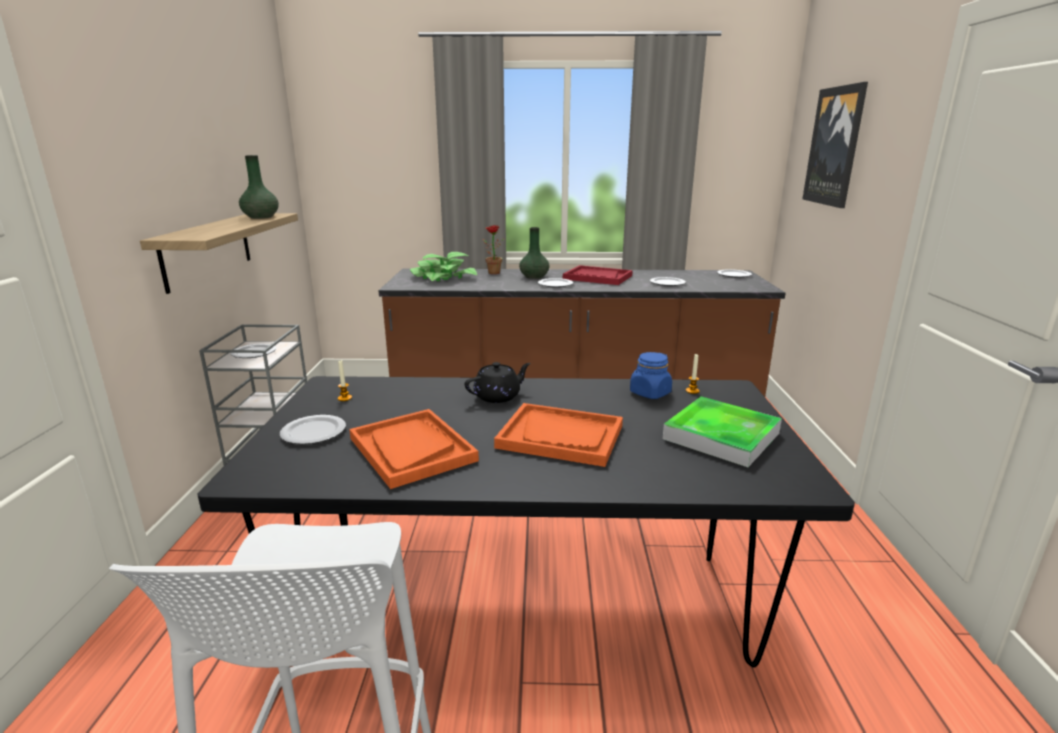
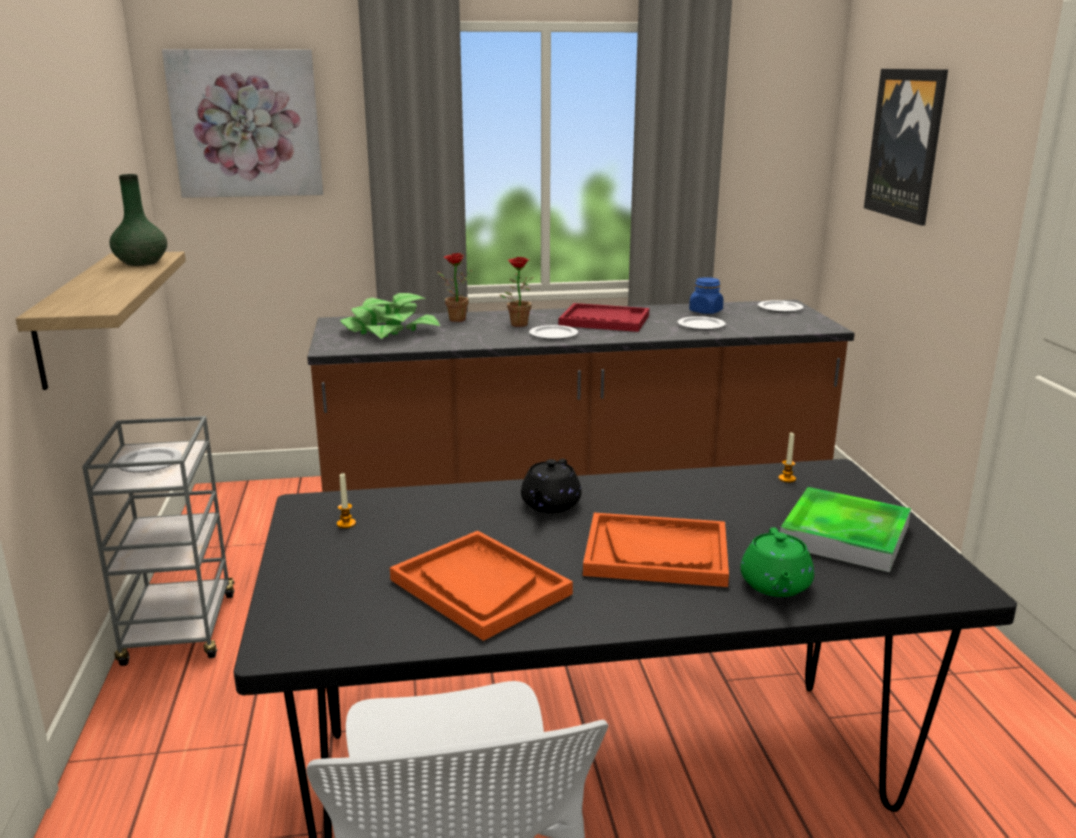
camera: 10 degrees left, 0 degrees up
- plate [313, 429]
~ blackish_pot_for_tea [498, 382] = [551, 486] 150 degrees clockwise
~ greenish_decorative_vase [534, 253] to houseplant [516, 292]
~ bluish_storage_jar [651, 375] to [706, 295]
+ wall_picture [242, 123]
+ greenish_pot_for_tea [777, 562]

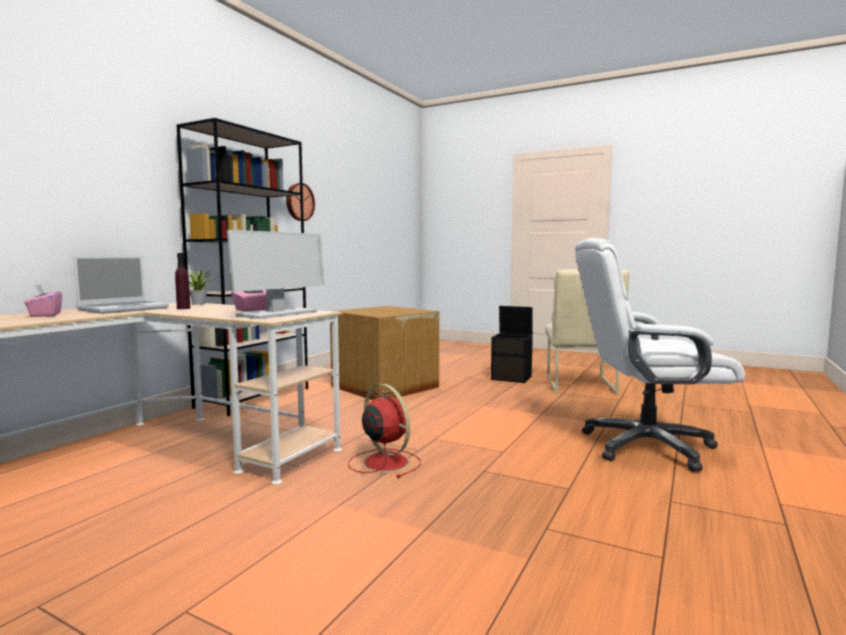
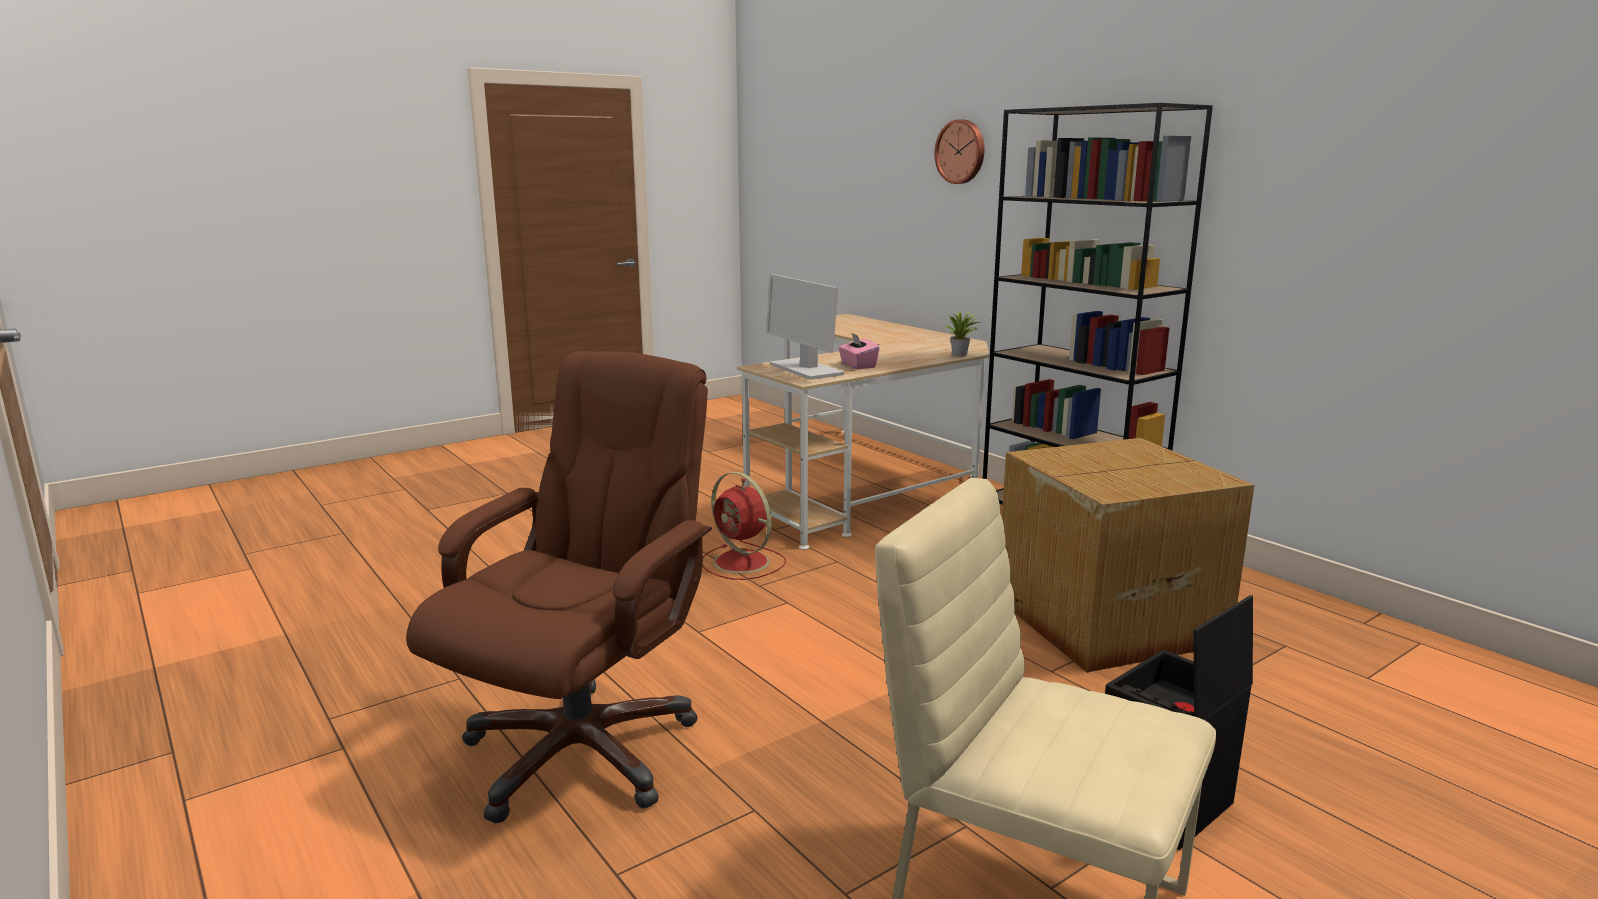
camera: 115 degrees right, 10 degrees up
- pinkish_box_of_tissues [43, 300]
- portable_computer [121, 285]
- purple-coloured_drink_bottle [182, 281]
~ clock_on_the_wall [300, 202] to [959, 151]
~ red-coloured_cooling_fan [384, 431] = [744, 526] 60 degrees clockwise
~ white-coloured_desk_chair [660, 355] to brown_desk_chair [559, 587]

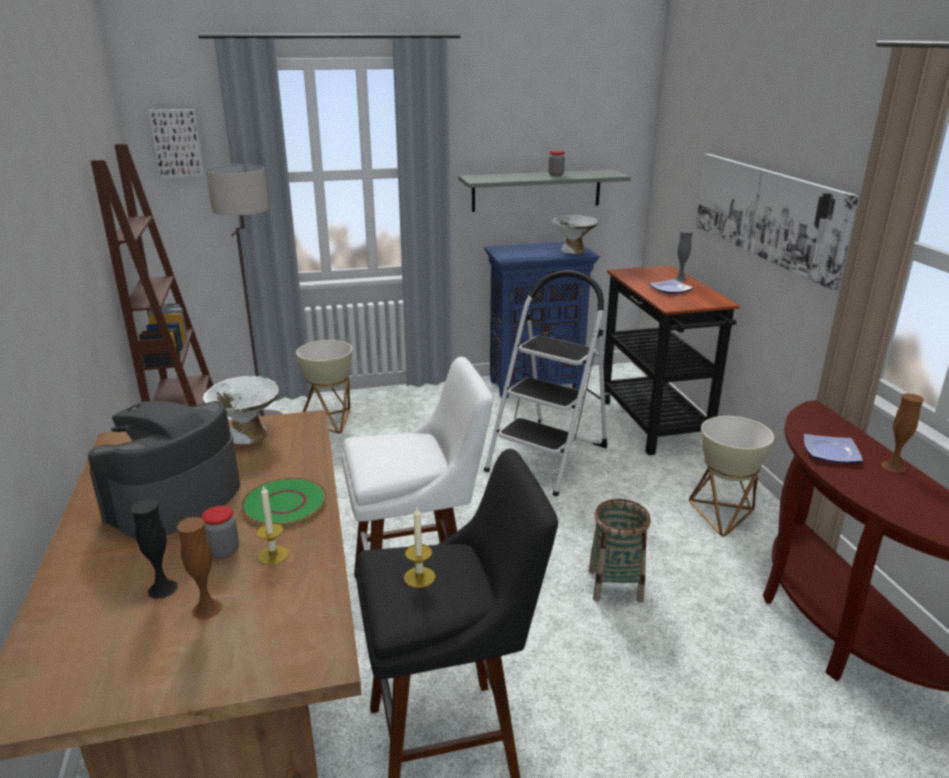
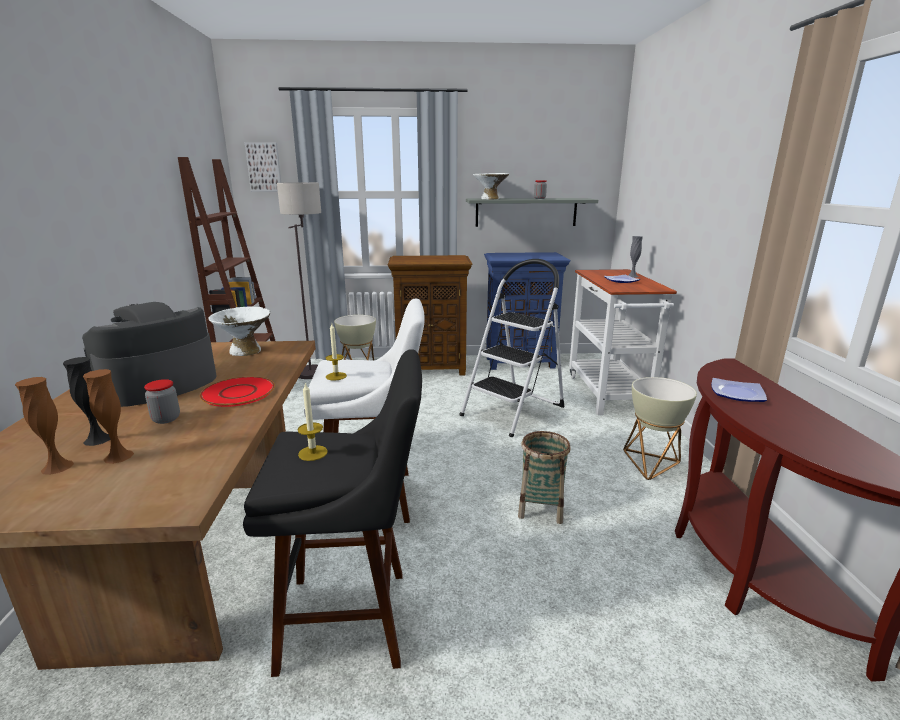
camera: 10 degrees right, 5 degrees down
~ greenish_plate [284, 502] to red-coloured_plate [237, 392]
~ wax_light [272, 525] to [336, 352]
~ white-coloured_bowl [575, 234] to [491, 186]
~ blackish_wheeled_cart [671, 360] to white-coloured_wheeled_cart [623, 342]
- wall_picture [777, 222]
~ brown_decorative_vase [902, 433] to [44, 426]
+ brown_cabinet [430, 315]

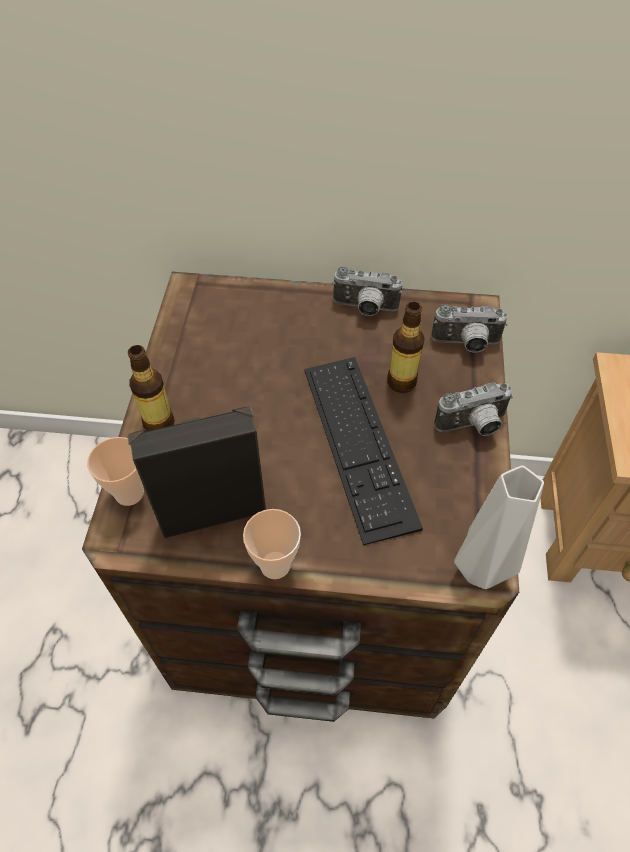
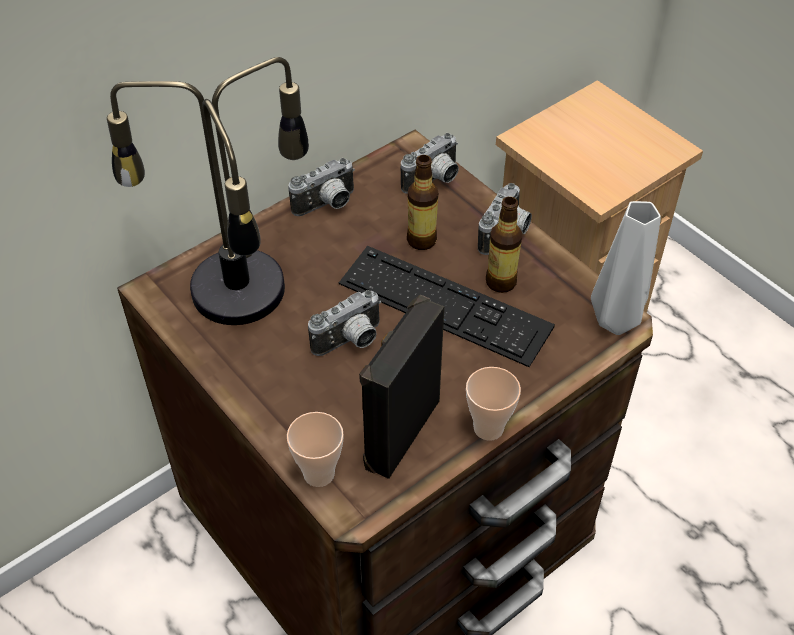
camera: 45 degrees left, 5 degrees down
~ drink_bottle [151, 388] to [504, 245]
+ tabletop_lamp [208, 191]
+ still_camera [344, 323]

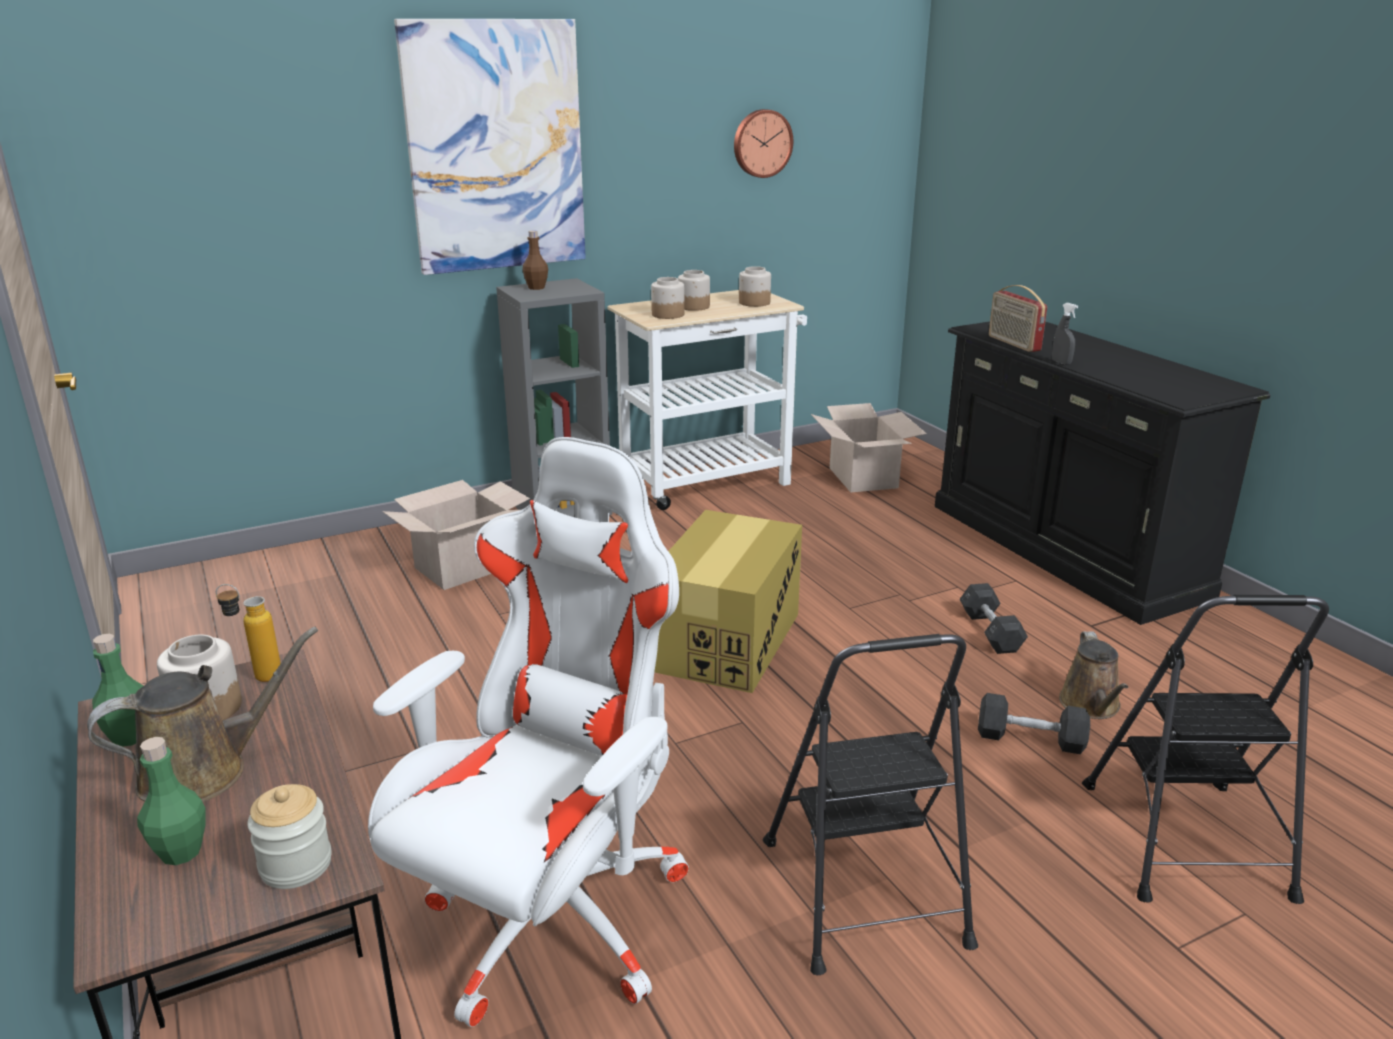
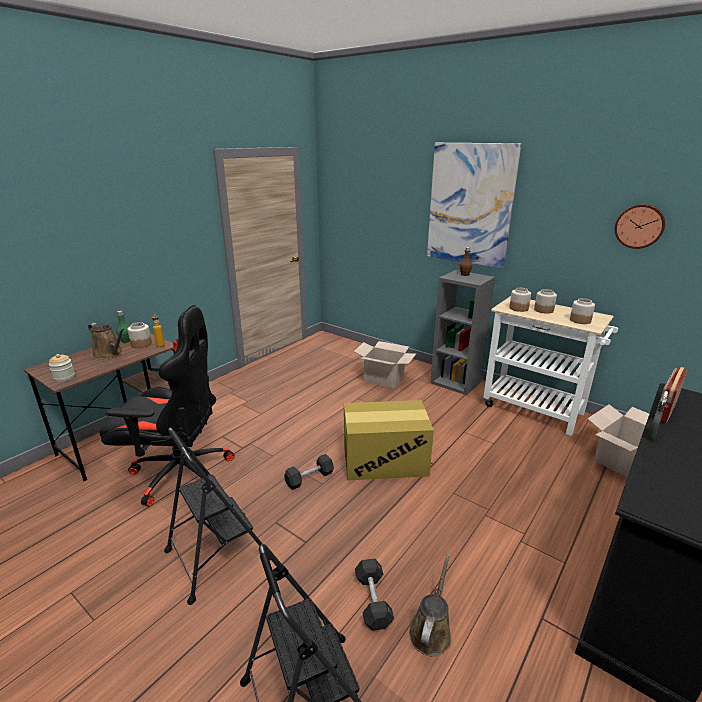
camera: 65 degrees right, 0 degrees up
- greenish_drink_bottle [171, 801]
~ white-coloured_desk_chair [528, 732] to blackish_desk_chair [167, 406]
~ greyish_dumbbell [993, 618] to [309, 472]
~ brown_watering_can [1093, 675] = [430, 604] 135 degrees clockwise

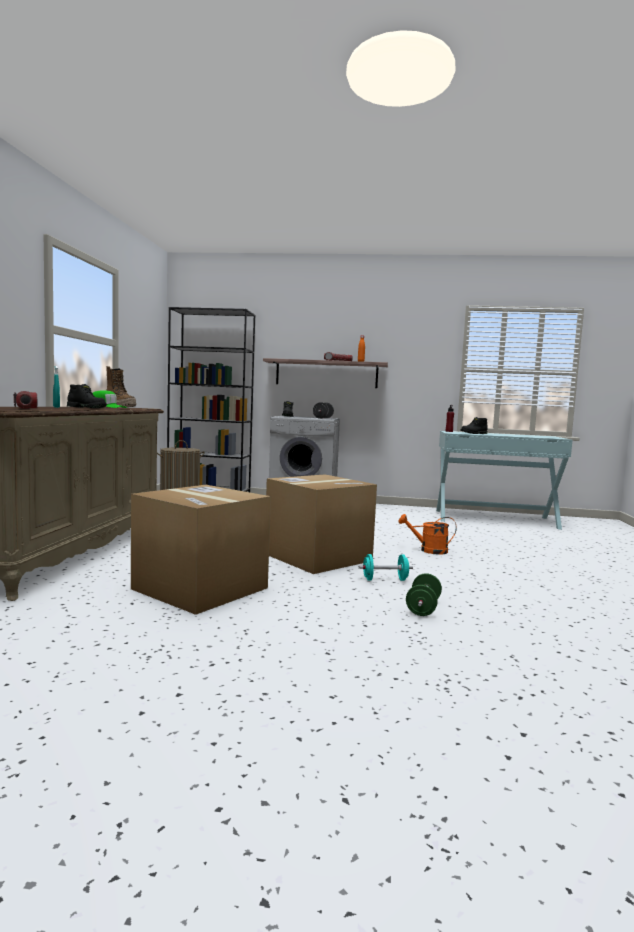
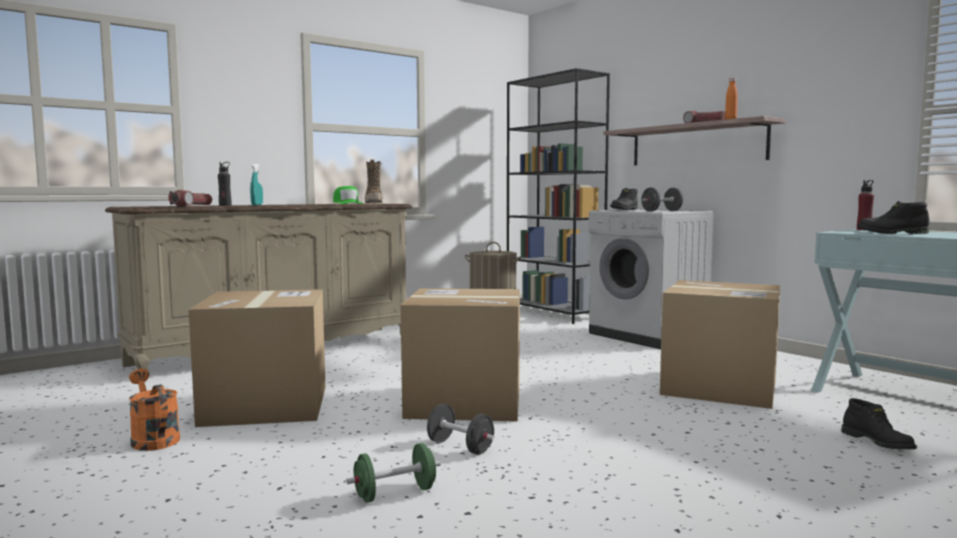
camera: 45 degrees right, 0 degrees up
~ blackish_tall_boot [87, 396] to [879, 423]
~ blue-green_dumbbell [386, 567] to blackish_dumbbell [460, 429]
~ orangey_watering_can [427, 534] to [154, 410]
+ blackish_drink_bottle [225, 184]
+ cardboard_box [720, 344]

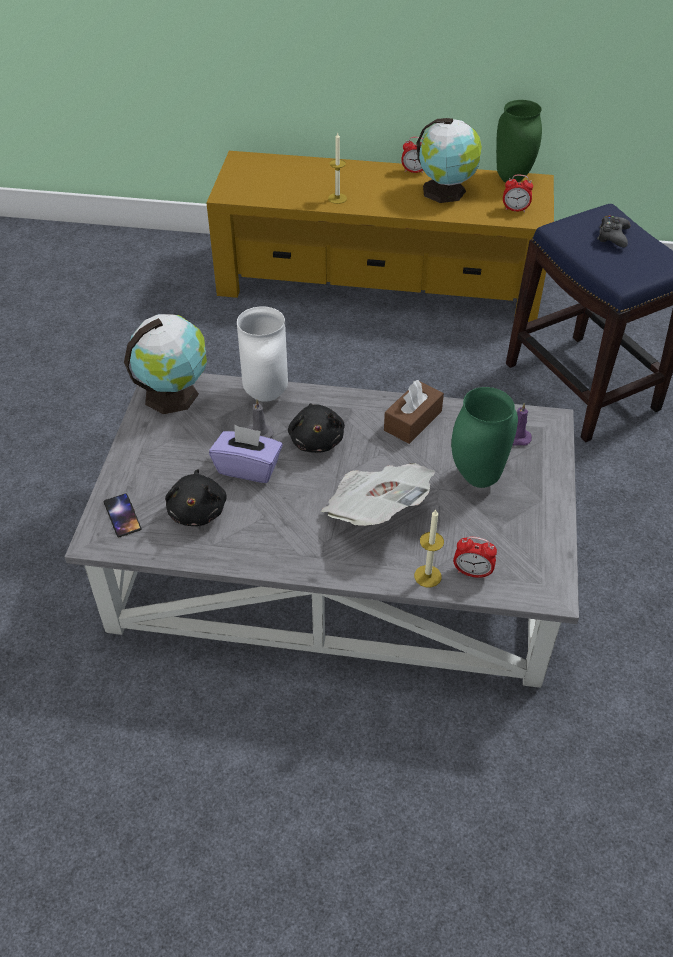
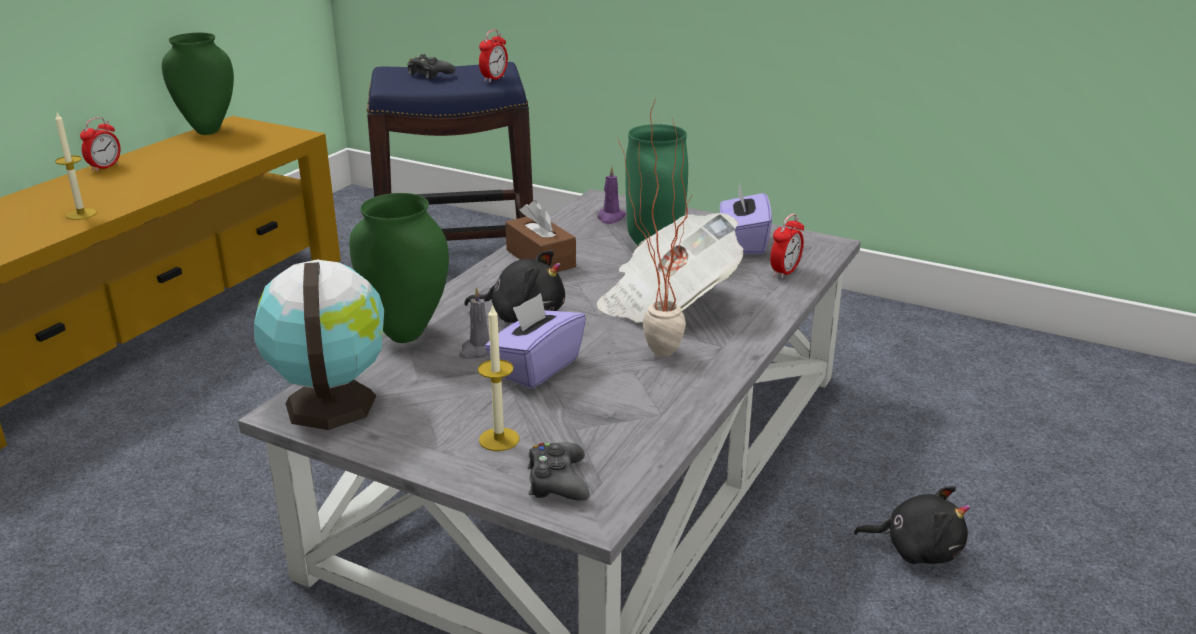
camera: 70 degrees left, 20 degrees down
~ telephone [123, 515] to blackish_joypad [559, 471]
~ blackish_cuddly_toy [196, 497] to [912, 525]
~ white-coloured_decorative_vase [262, 354] to greenish_decorative_vase [399, 268]
~ wax_light [429, 548] to [498, 377]
- desk_globe [449, 160]
~ table_clock [518, 193] to [493, 55]
+ houseplant [654, 227]
+ purple-coloured_box_of_tissues [746, 218]

